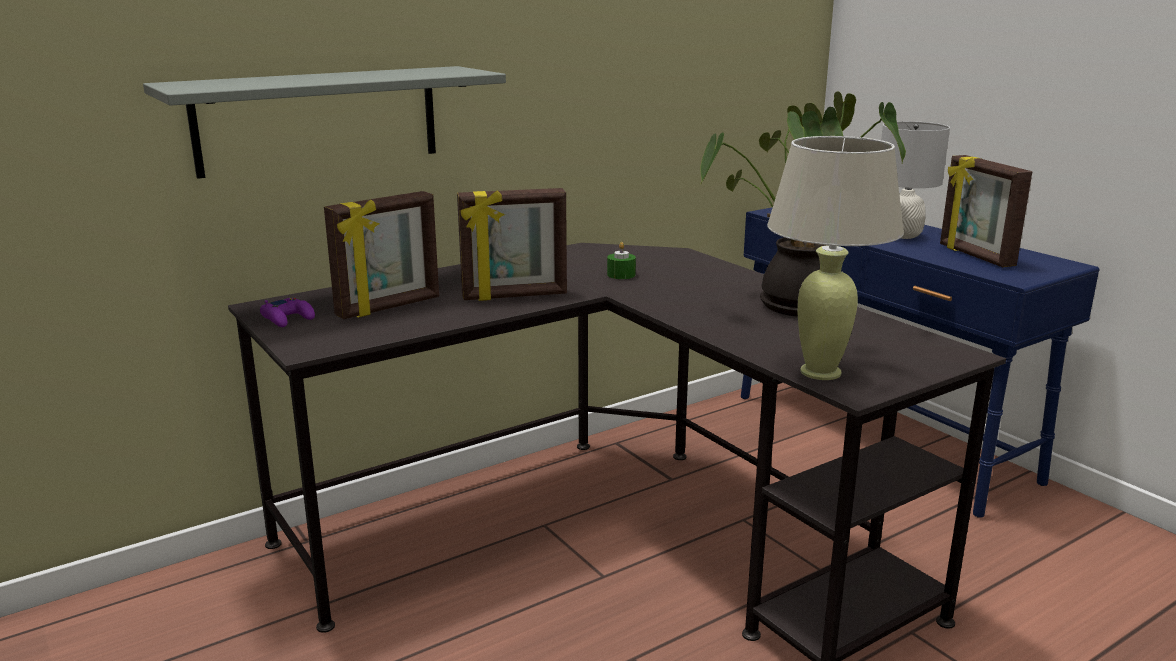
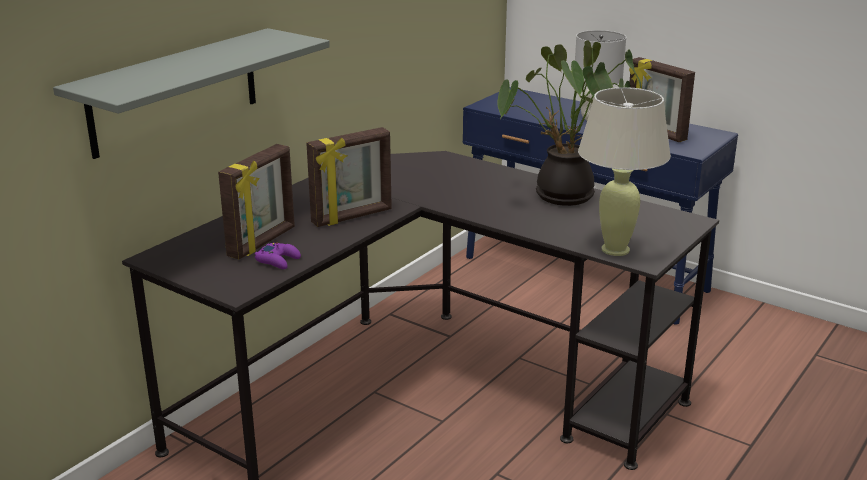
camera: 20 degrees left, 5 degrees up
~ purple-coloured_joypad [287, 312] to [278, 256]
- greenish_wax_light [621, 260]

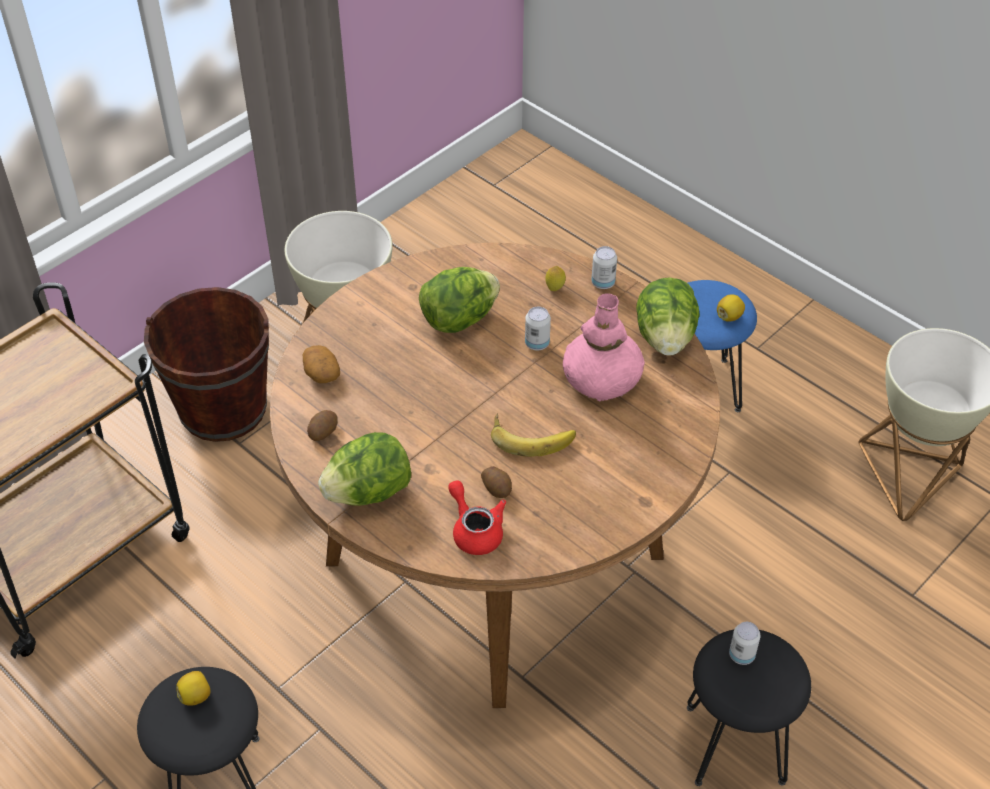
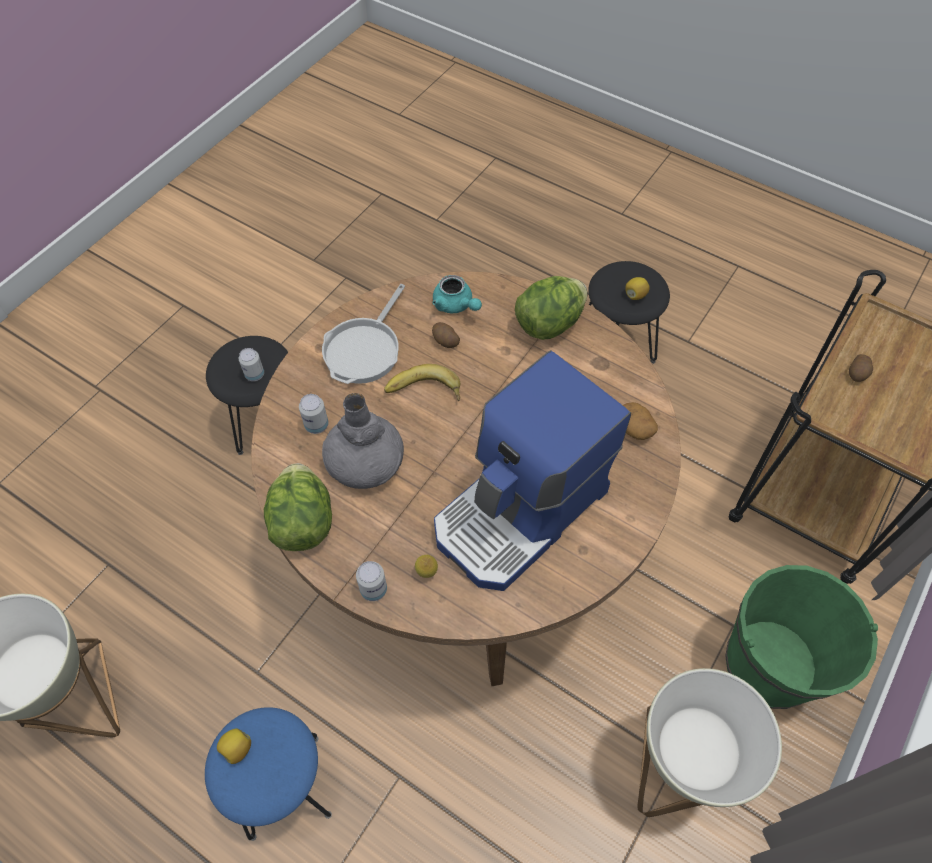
camera: 170 degrees right, 10 degrees up
~ brown_bucket [206, 364] to greenish_bucket [801, 637]
~ spud [322, 425] to [861, 368]
~ head_of_lettuce [459, 300] to coffee_brewer [532, 470]
~ red-coloured_pot_for_tea [477, 517] to blue-green_pot_for_tea [457, 294]
~ metal_can [538, 329] to [314, 414]
~ pinkish_decorative_vase [604, 347] to greyish_decorative_vase [363, 441]
+ skillet [363, 334]

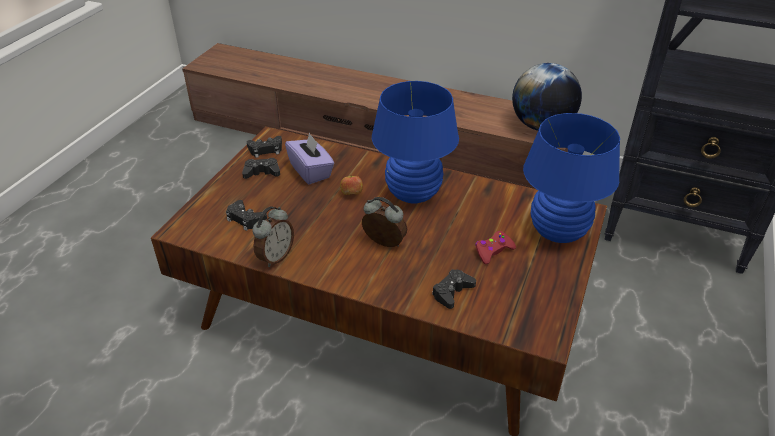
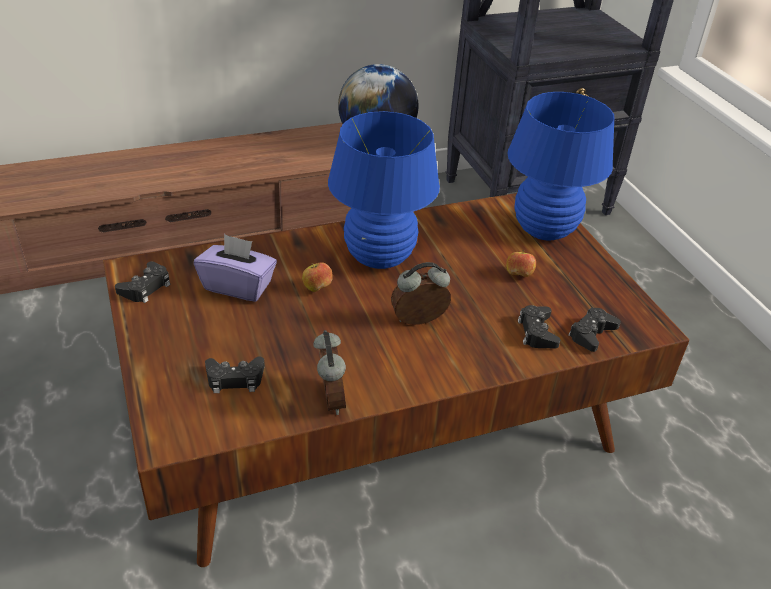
camera: 45 degrees left, 0 degrees up
~ blackish_joypad [261, 168] to [594, 329]
~ red-coloured_joypad [495, 247] to apple_fruit [521, 263]

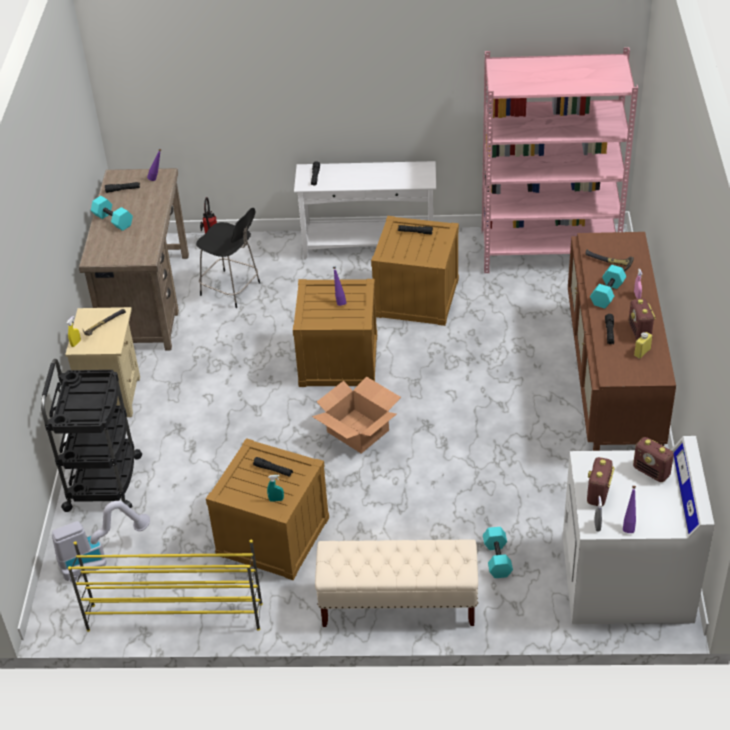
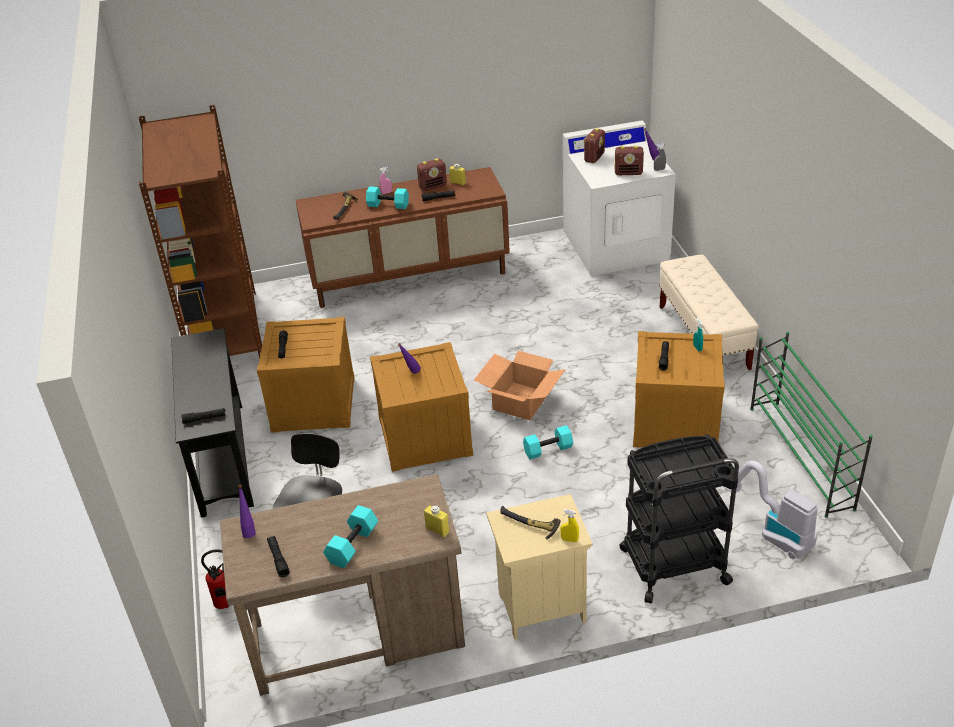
camera: 105 degrees left, 5 degrees down
~ yellow-coloured_shoe_rack [165, 586] to greenish_shoe_rack [811, 425]
~ white-coloured_console_table [365, 210] to blackish_console_table [212, 423]
~ pinkish_bookcase [560, 160] to brown_bookcase [200, 232]
~ blue-green_dumbbell [498, 552] to [548, 442]
+ yellow-coloured_drink_bottle [436, 521]

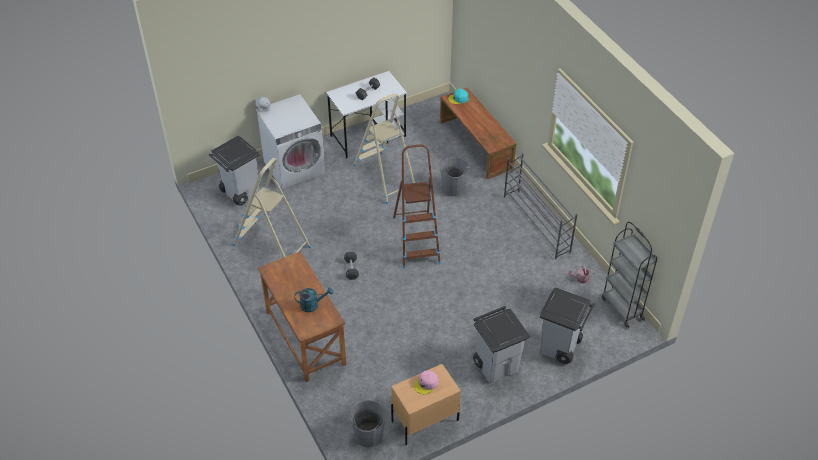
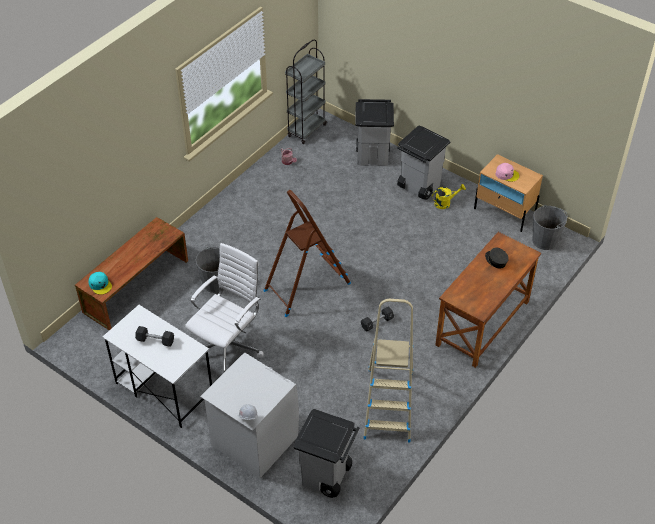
camera: 115 degrees left, 0 degrees up
~ blue-green_watering_can [313, 299] to greyish_baseball_cap [497, 258]
~ beige_step_stool [384, 149] to white-coloured_desk_chair [224, 307]
- greyish_shoe_rack [541, 206]
+ yellow-coloured_watering_can [449, 196]

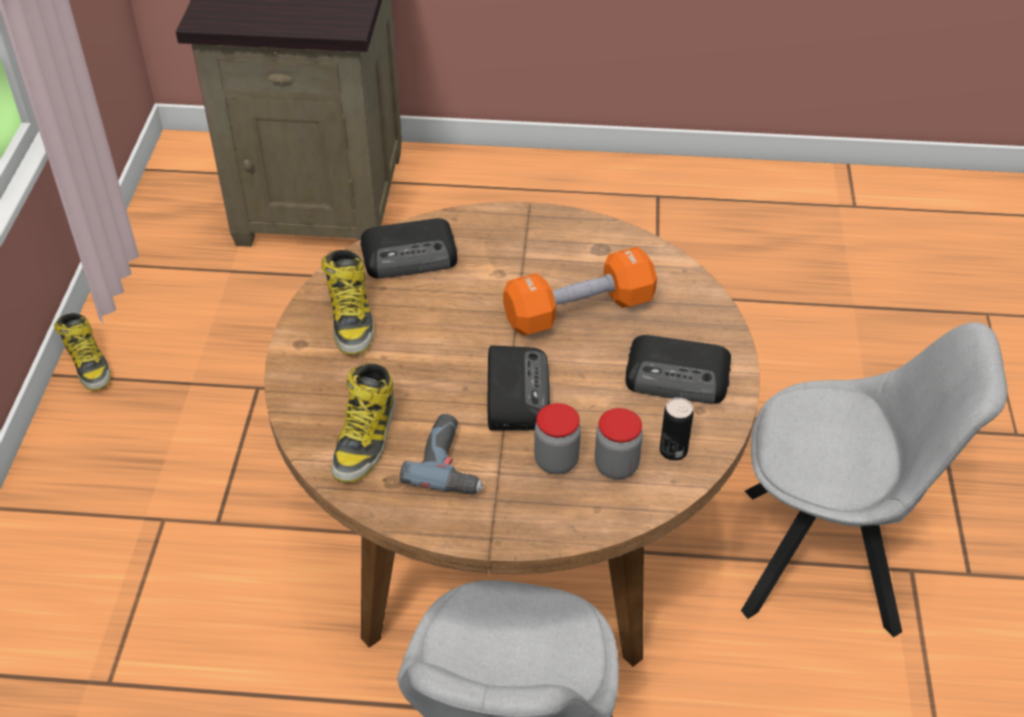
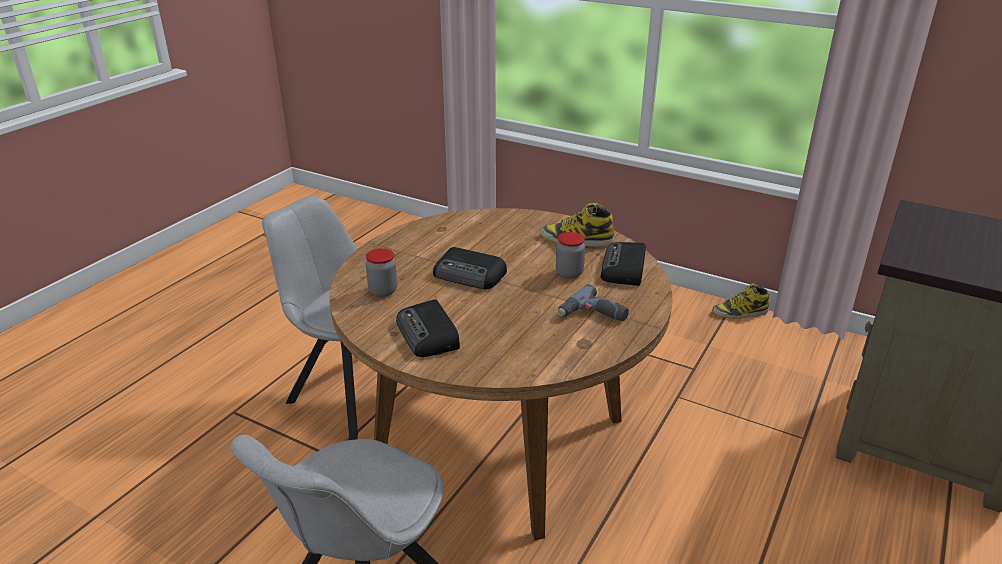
camera: 115 degrees right, 15 degrees down
- tall_boot [363, 423]
~ drill [441, 454] to [593, 302]
- orangey_dumbbell [580, 291]
~ storage_jar [557, 438] to [570, 255]
~ radio_set [678, 369] = [428, 328] 60 degrees counterclockwise
- metal_can [676, 429]

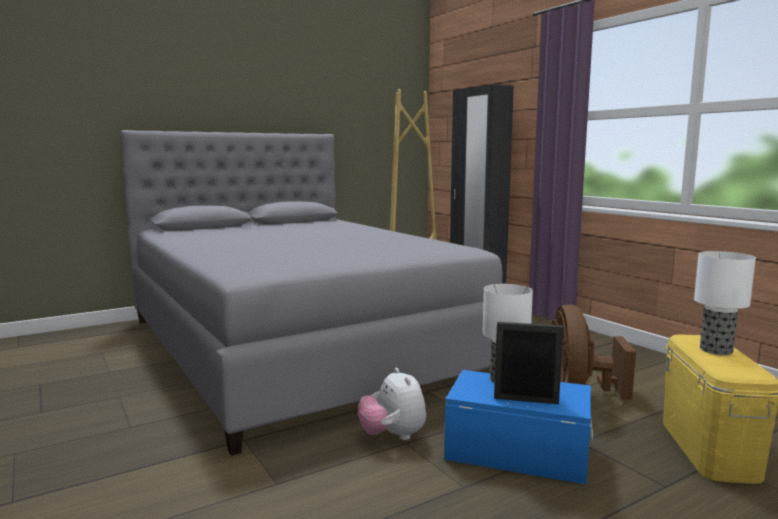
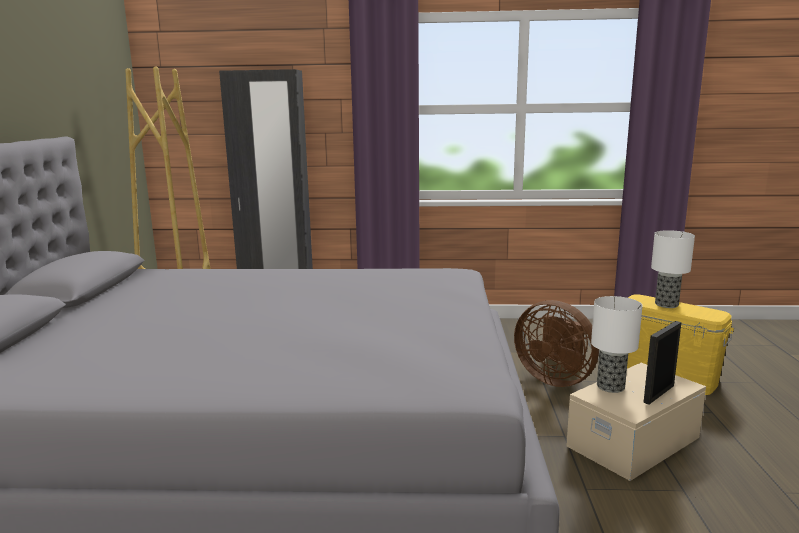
camera: 55 degrees left, 5 degrees up
- cuddly_toy [392, 404]
~ bluish_storage_container [518, 427] to beige_storage_container [636, 422]

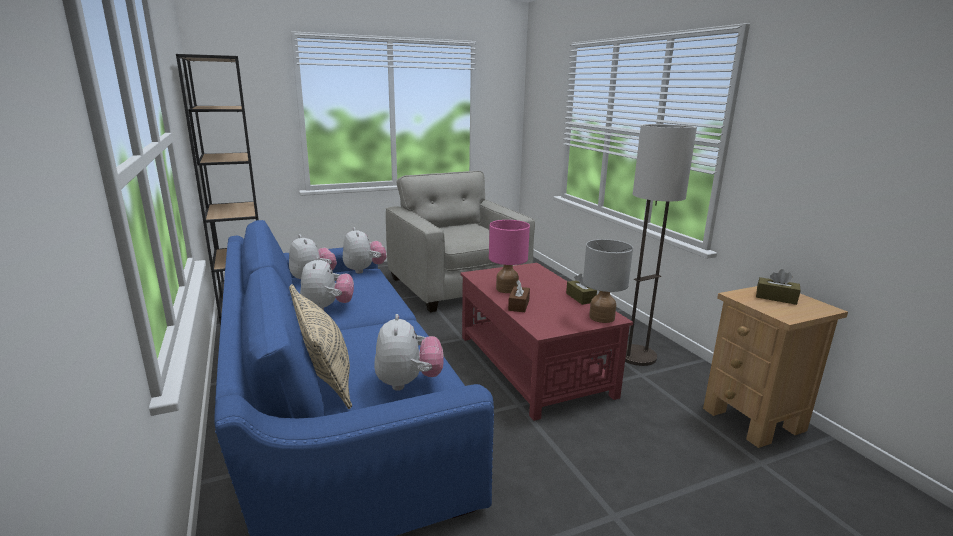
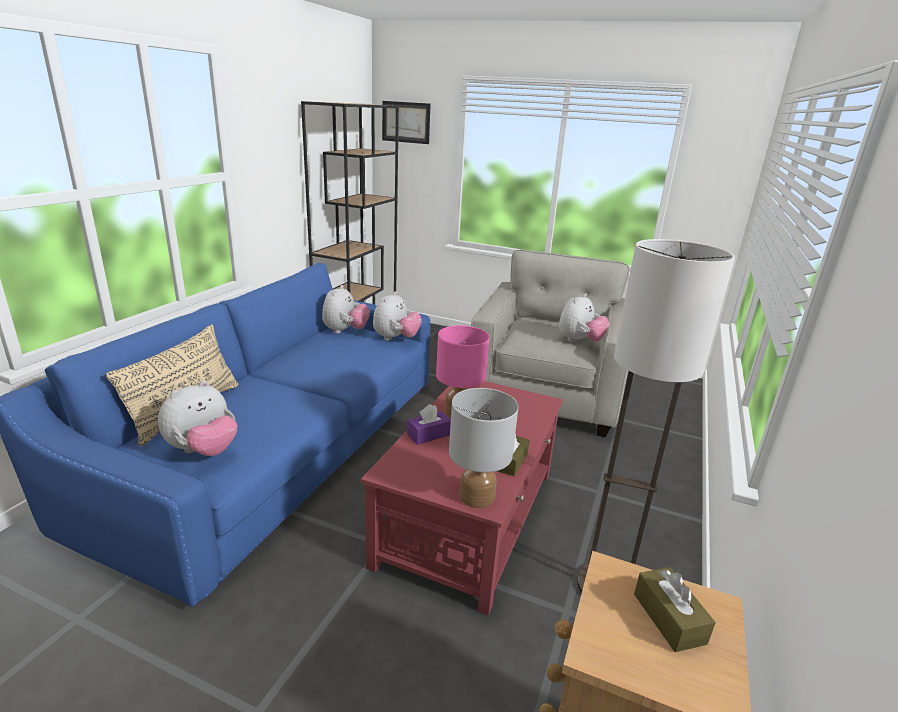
camera: 45 degrees right, 5 degrees up
~ cuddly_toy [327, 283] to [584, 318]
~ brown_box_of_tissues [519, 296] to purple-coloured_box_of_tissues [429, 424]
+ wall_picture [406, 122]

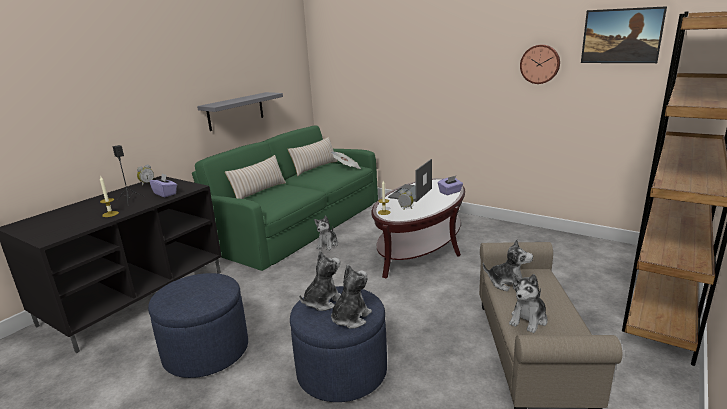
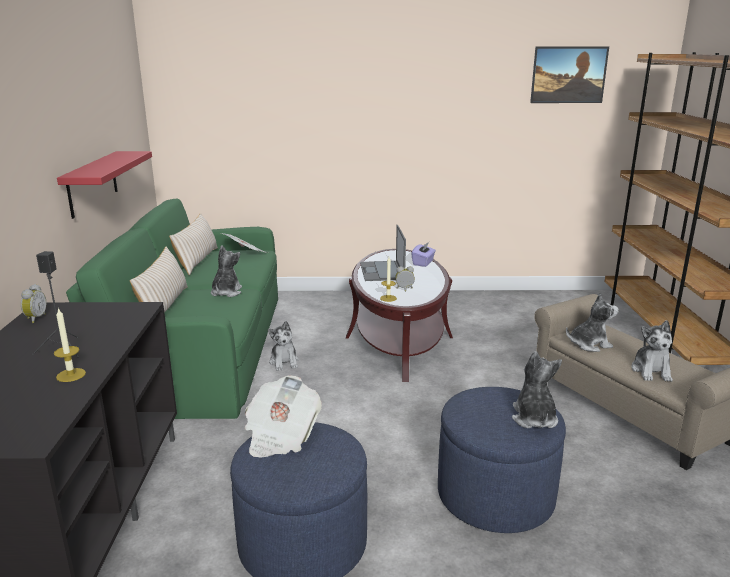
camera: 35 degrees left, 0 degrees up
- purple-coloured_box_of_tissues [163, 185]
~ greyish_shelf [240, 111] to red-coloured_shelf [104, 185]
~ cuddly_toy [320, 281] to [226, 271]
- clock_on_the_wall [540, 64]
+ daily_paper [283, 416]

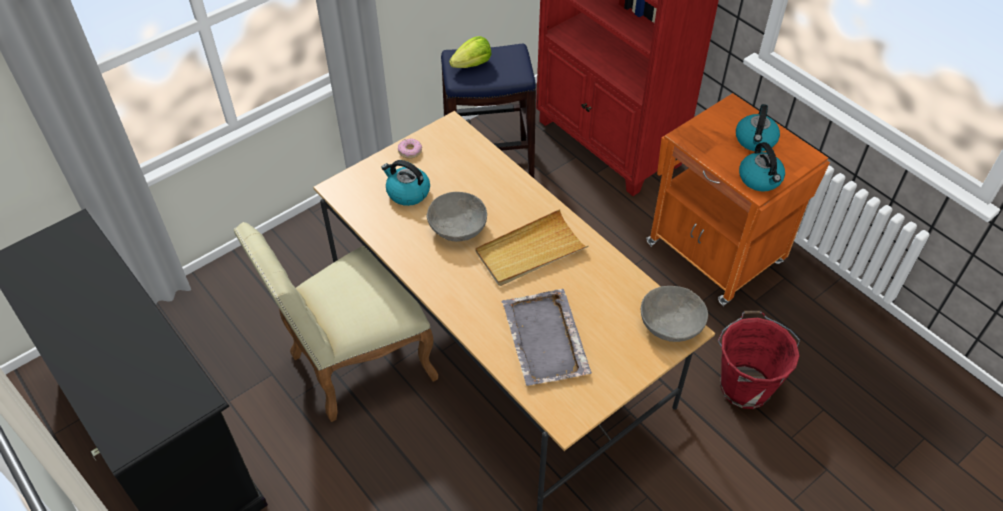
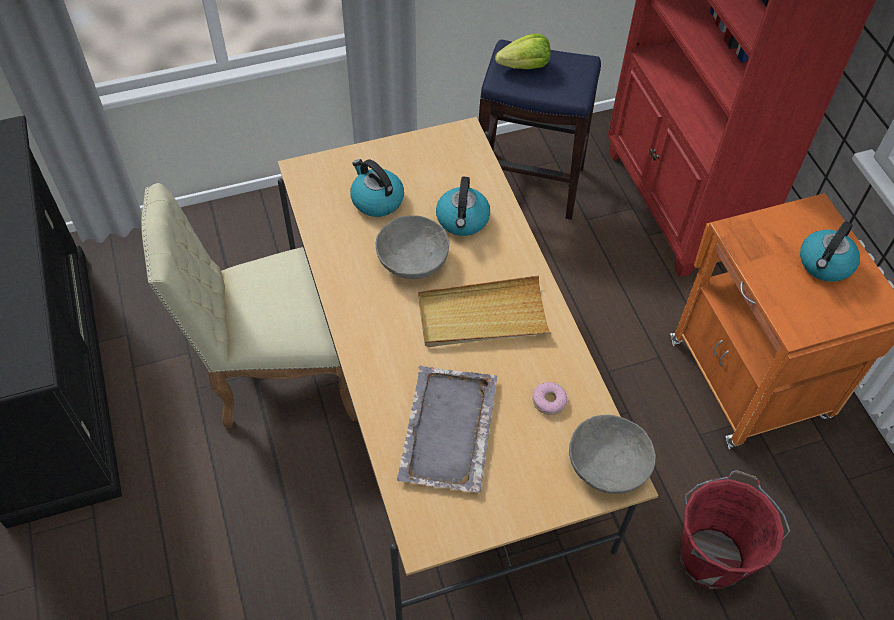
camera: 20 degrees right, 5 degrees up
~ donut [410, 148] to [549, 398]
~ tea_kettle [762, 167] to [463, 206]

